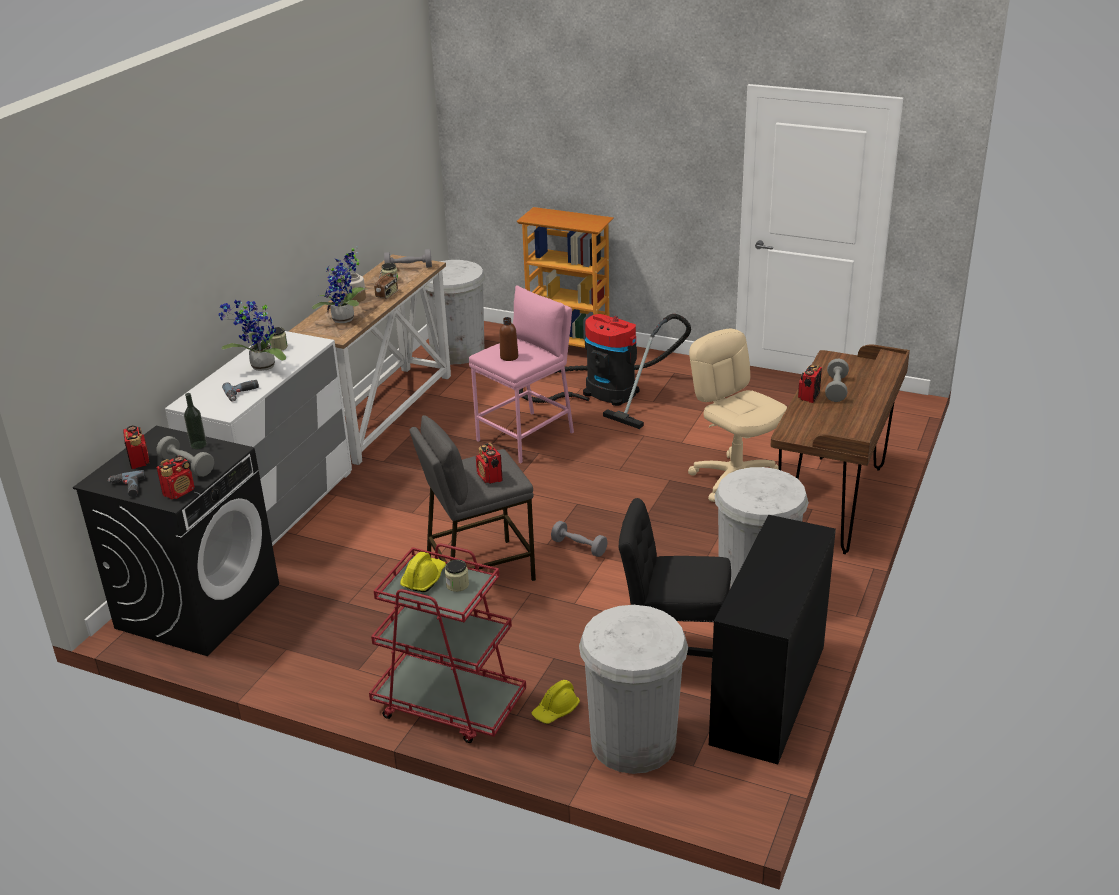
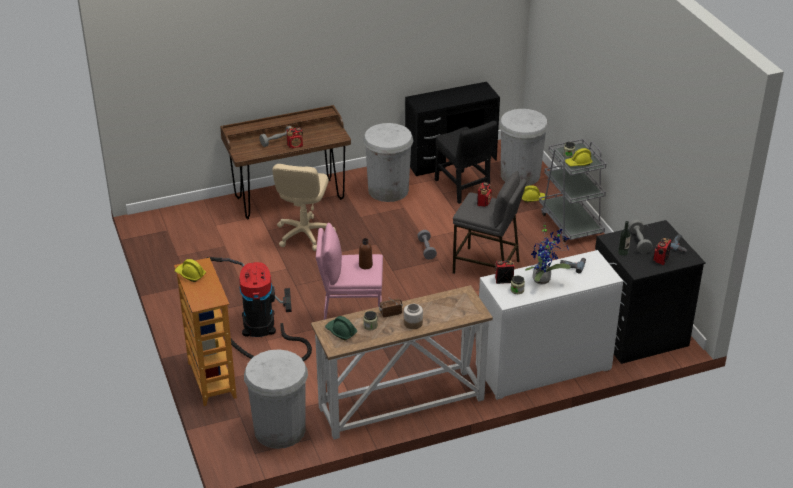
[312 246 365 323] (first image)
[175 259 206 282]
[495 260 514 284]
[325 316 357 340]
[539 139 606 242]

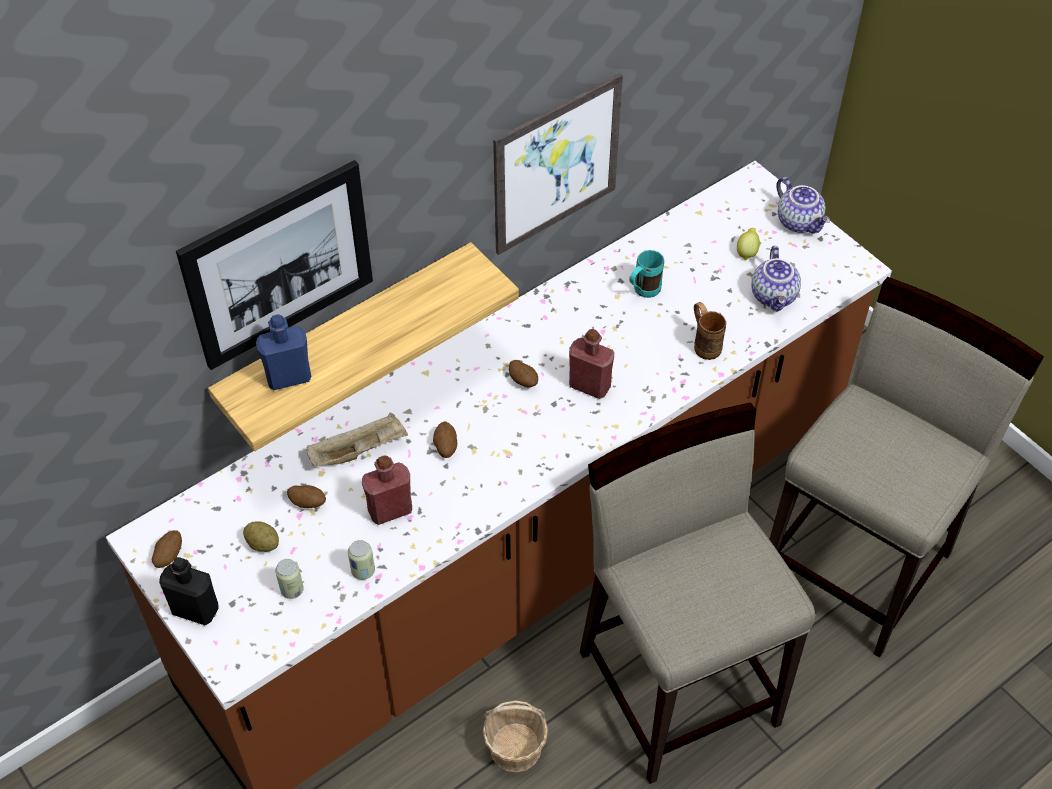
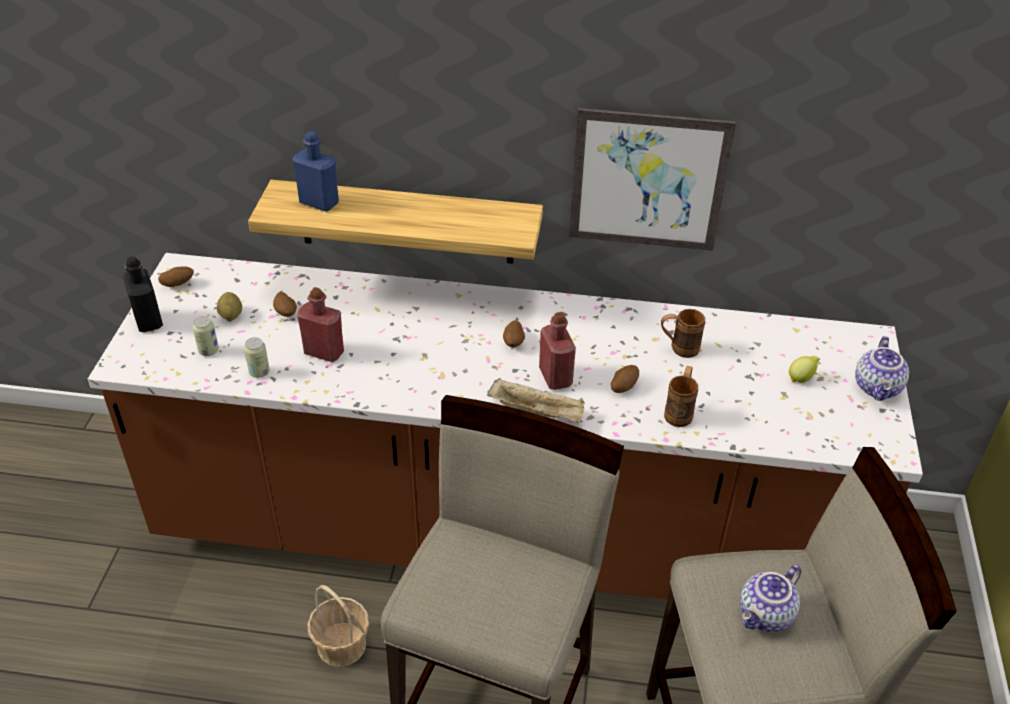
[176 160 373 370] (first image)
[487 378 585 423]
[611 365 639 393]
[740 564 801 632]
[661 309 705 358]

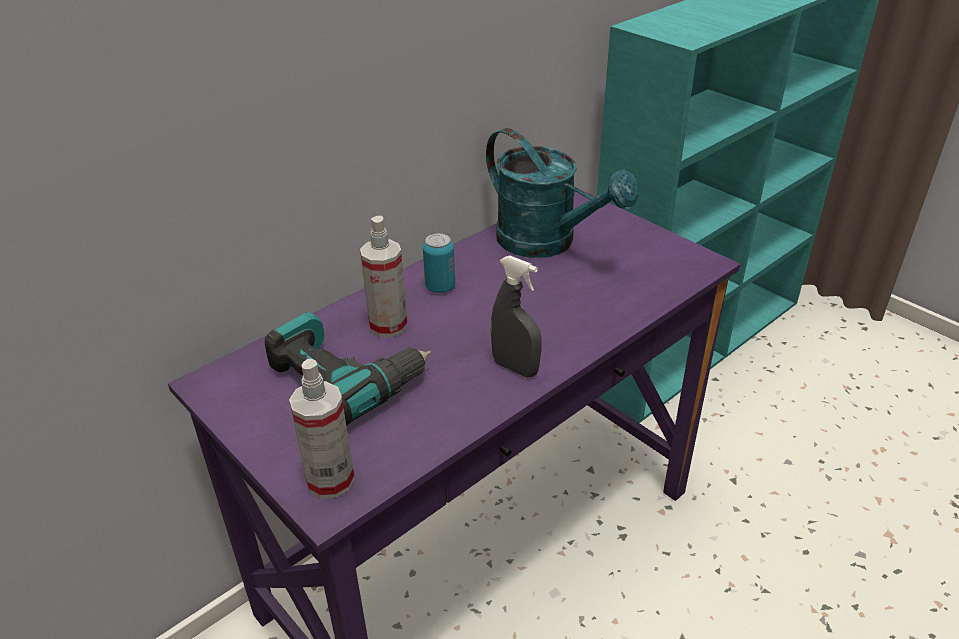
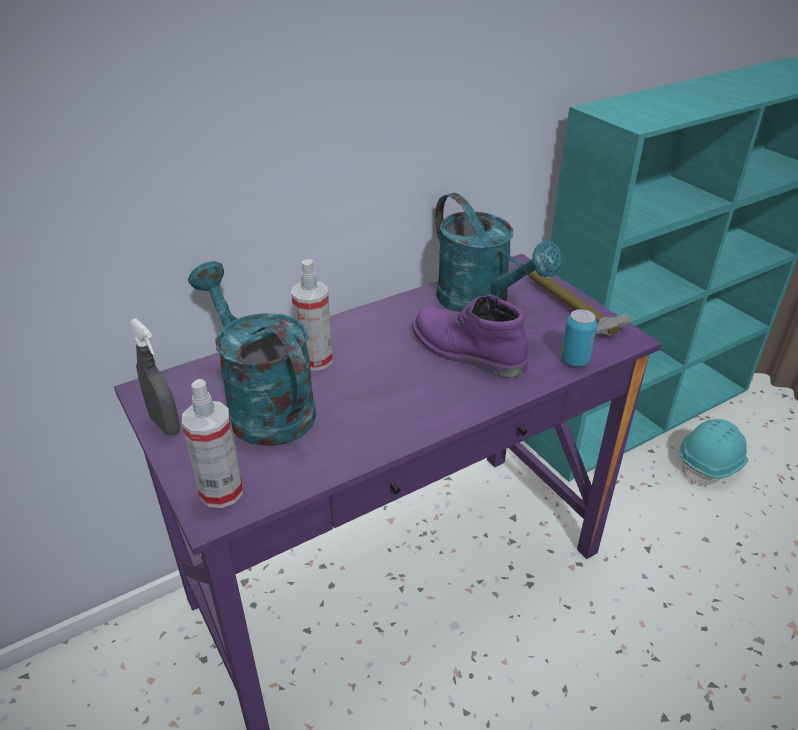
[412 295 528 377]
[529 270 631 335]
[680 419 748 485]
[561 309 597 367]
[129 318 180 436]
[188 261 316 446]

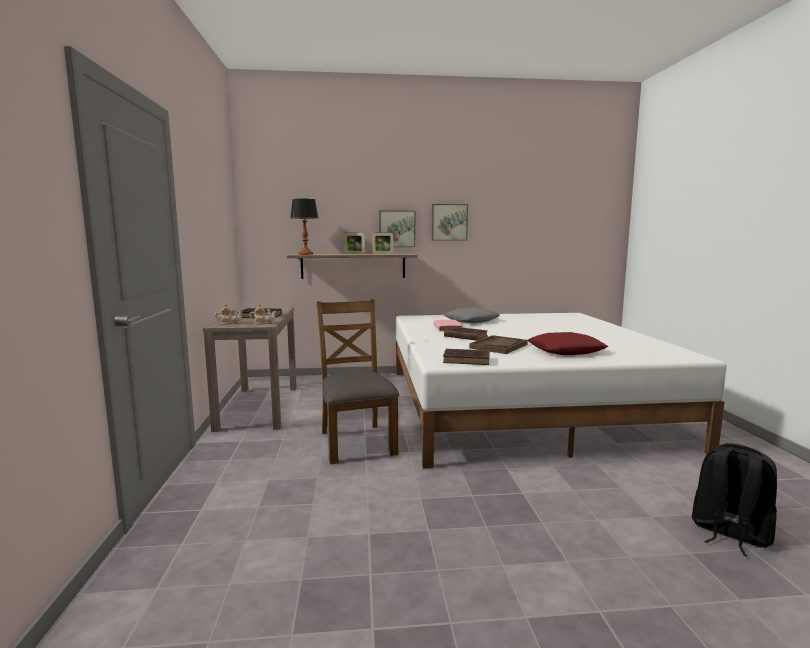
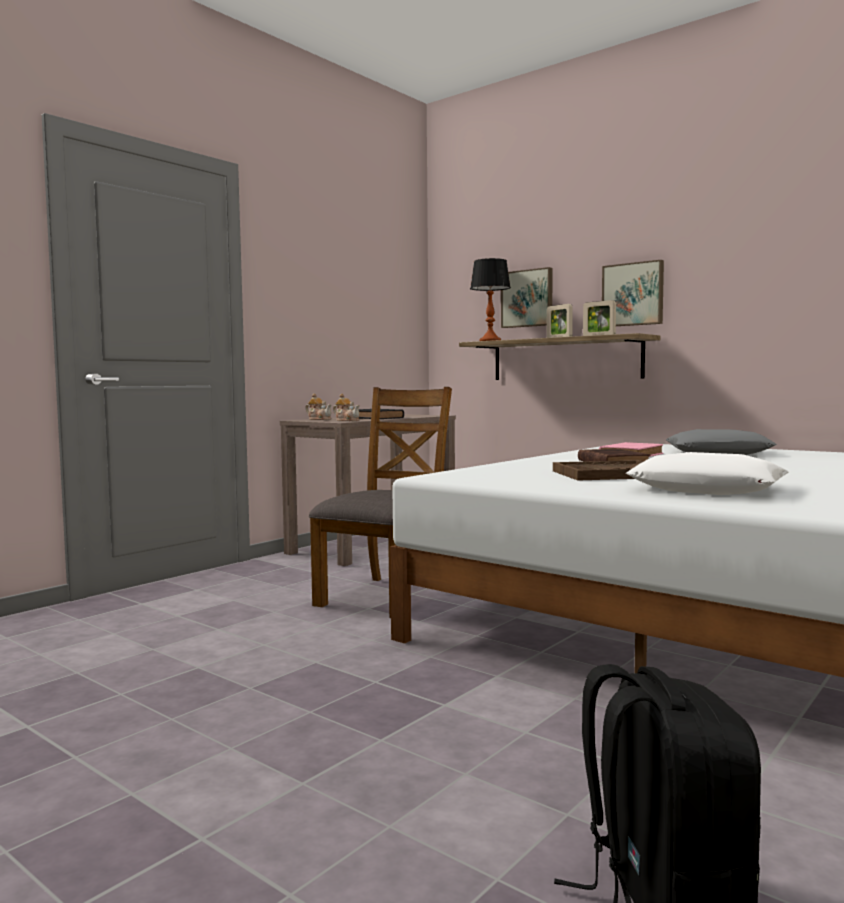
[443 349 490 365] (first image)
[501 267 553 328]
[626 452 789 495]

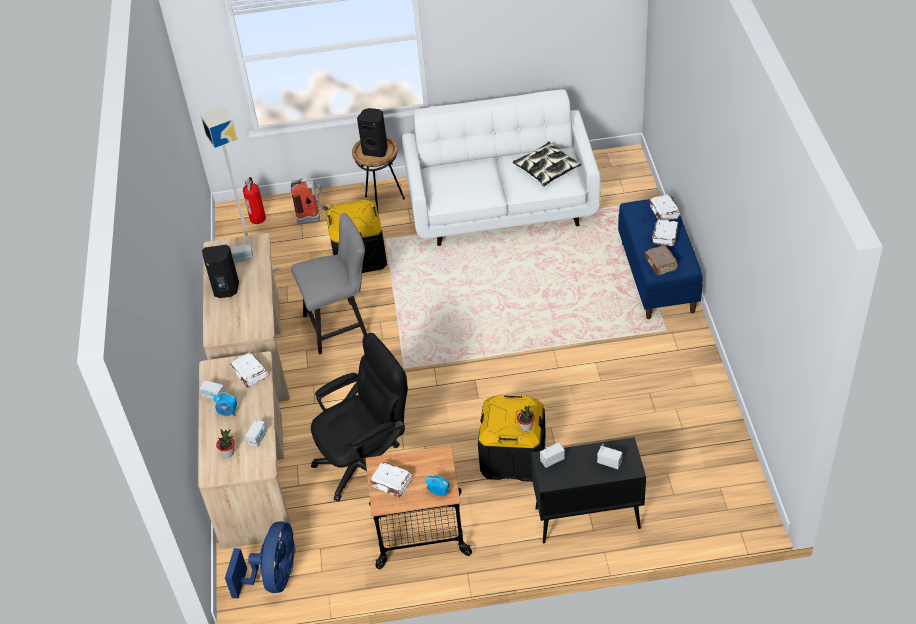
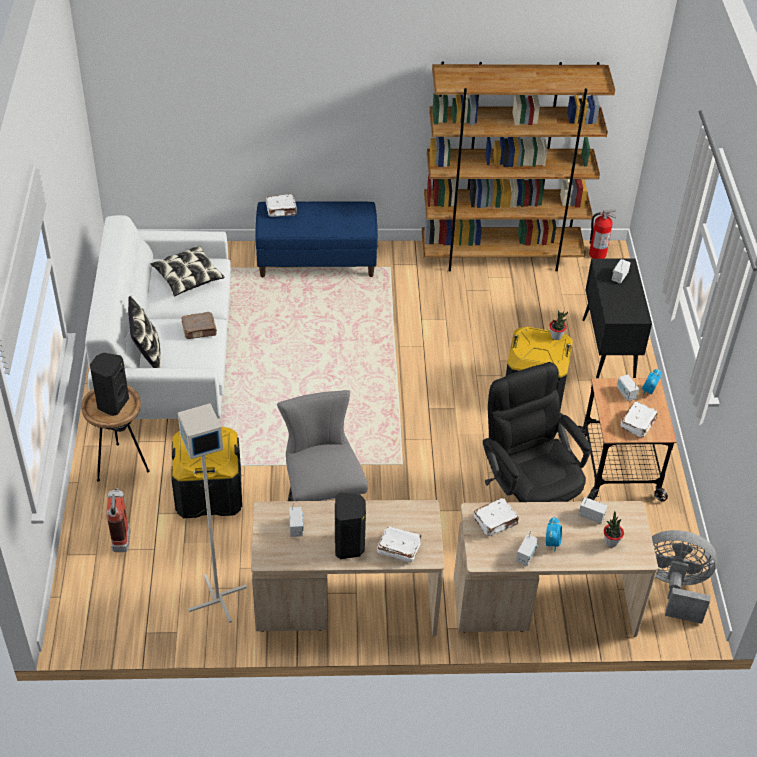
[128 296 161 368]
[422 61 615 272]
[589 209 616 259]
[617 375 639 402]
[181 312 217 339]
[377 526 422 563]
[652 530 717 624]

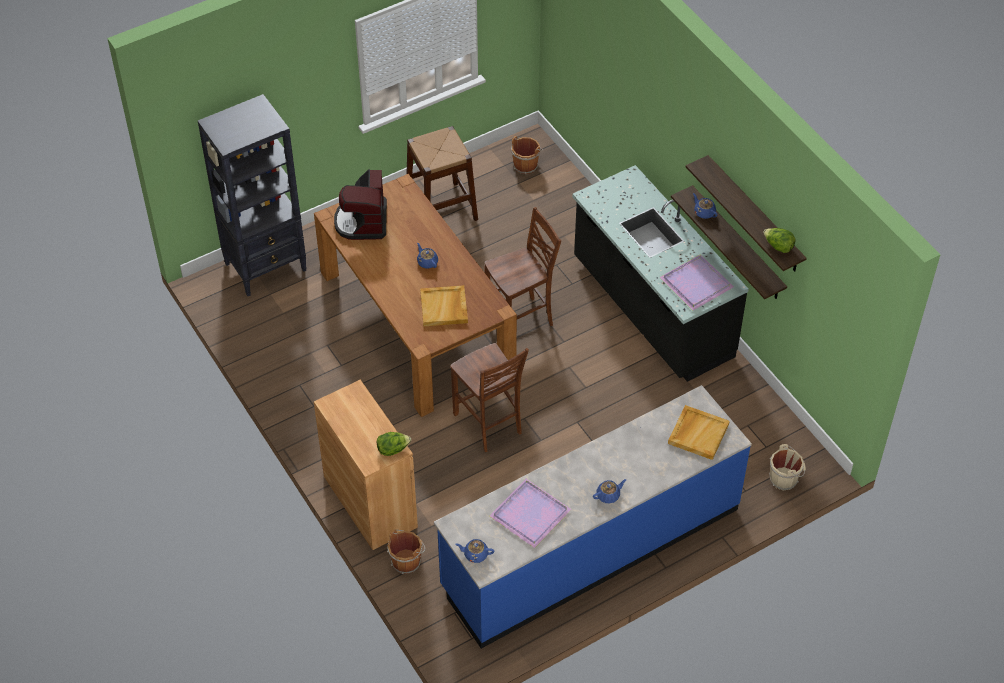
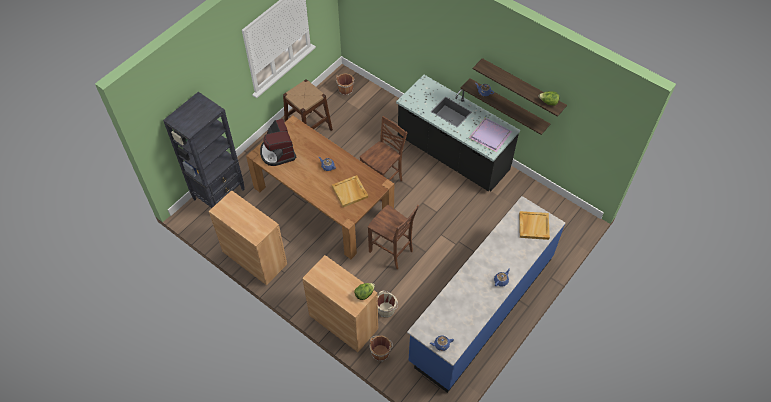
[489 479 572 548] (first image)
[209 190 287 285]
[378 291 398 318]

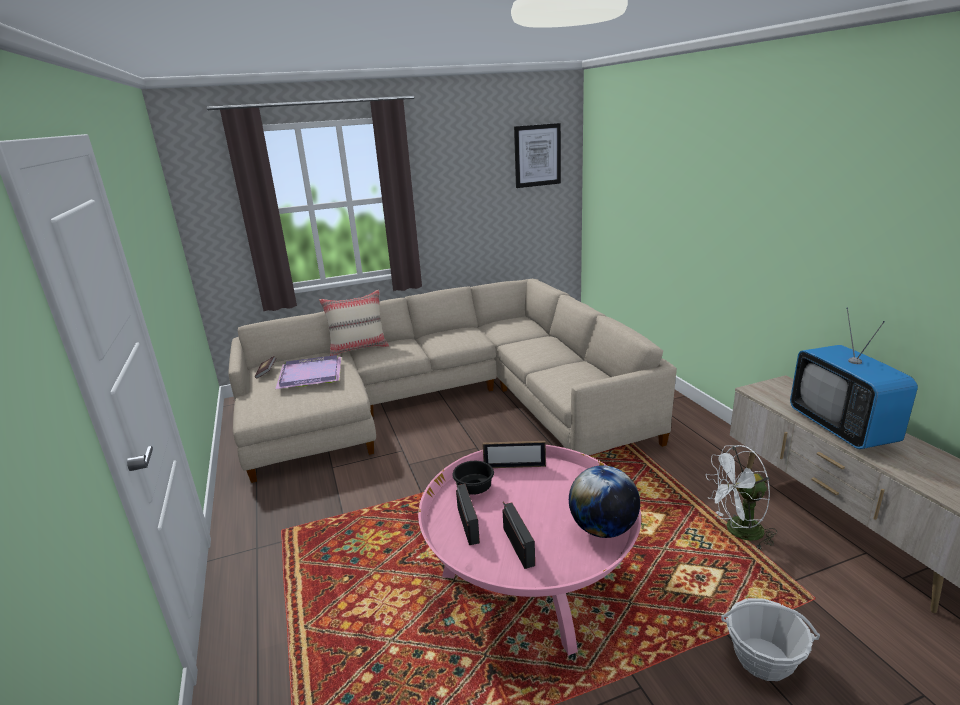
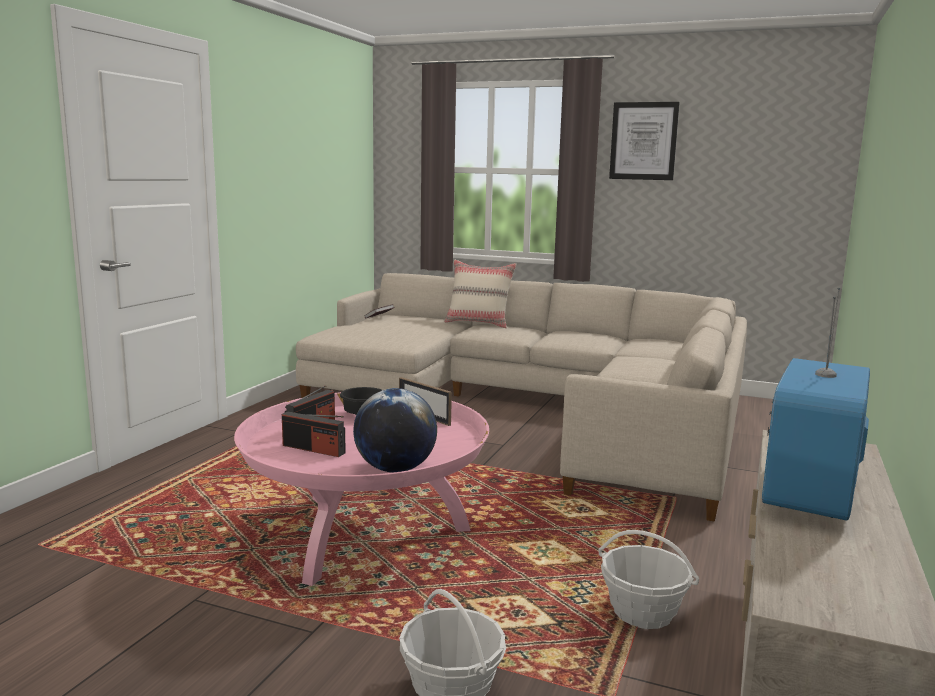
[276 355 341 389] (first image)
[609 102 680 180]
[599 530 699 629]
[282 411 346 457]

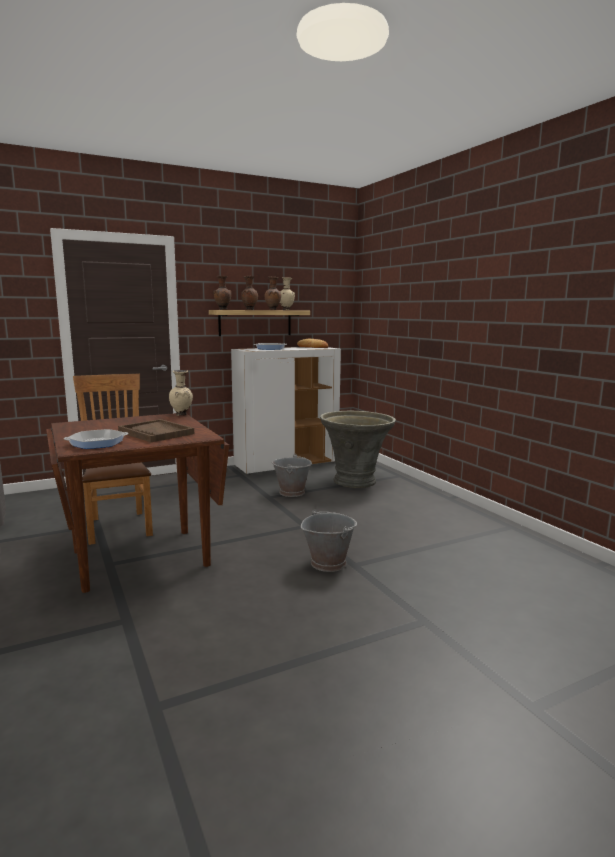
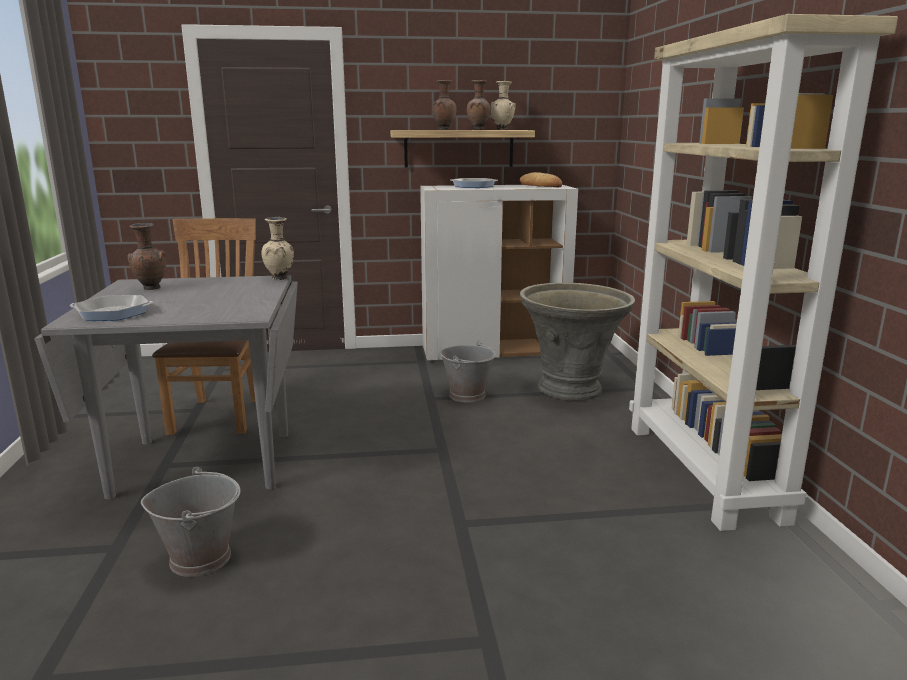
[118 419 194 442] (first image)
[629 14 898 531]
[127 223 166 290]
[141 467 241 577]
[34 275 298 499]

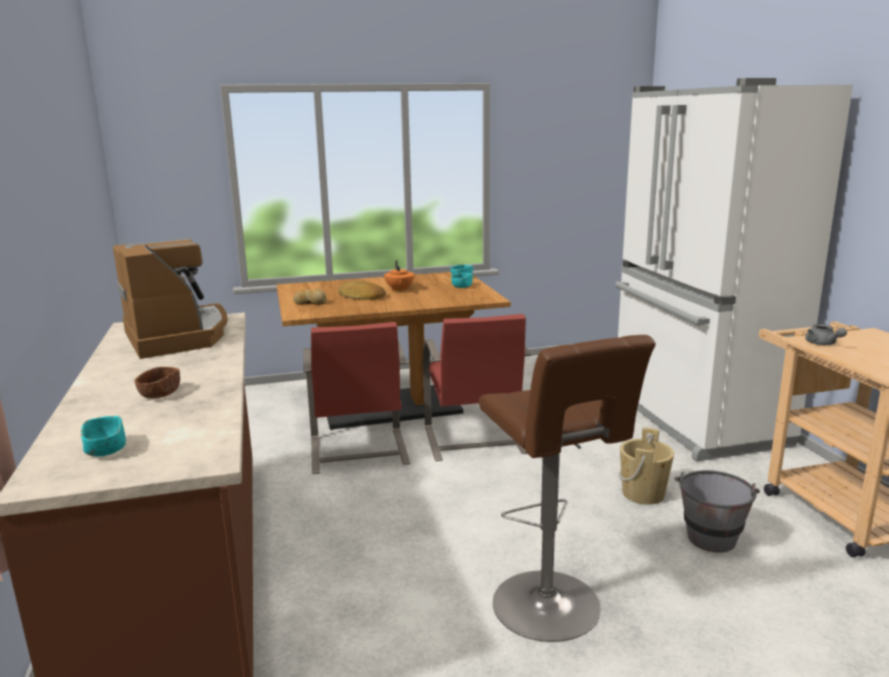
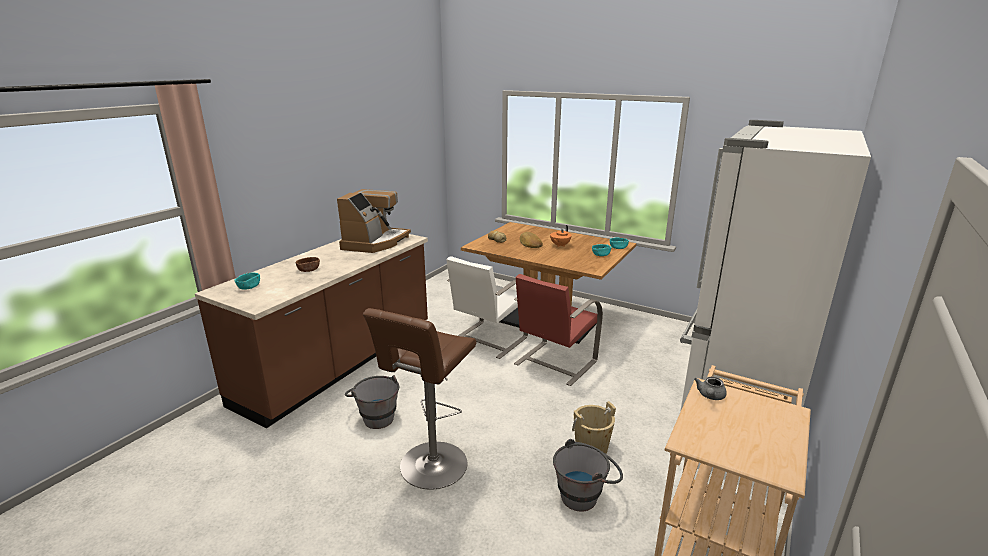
[345 375 399 429]
[446 256 528 359]

